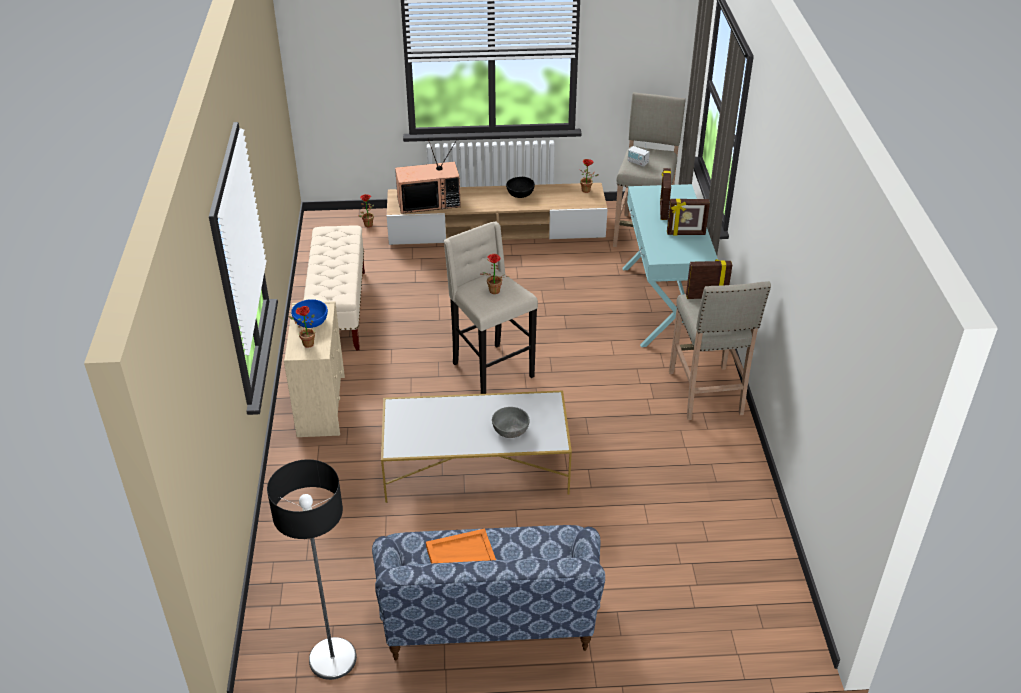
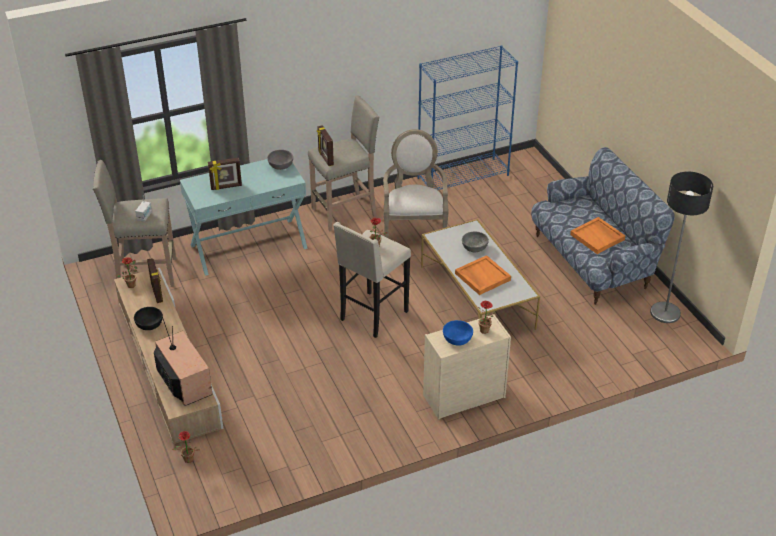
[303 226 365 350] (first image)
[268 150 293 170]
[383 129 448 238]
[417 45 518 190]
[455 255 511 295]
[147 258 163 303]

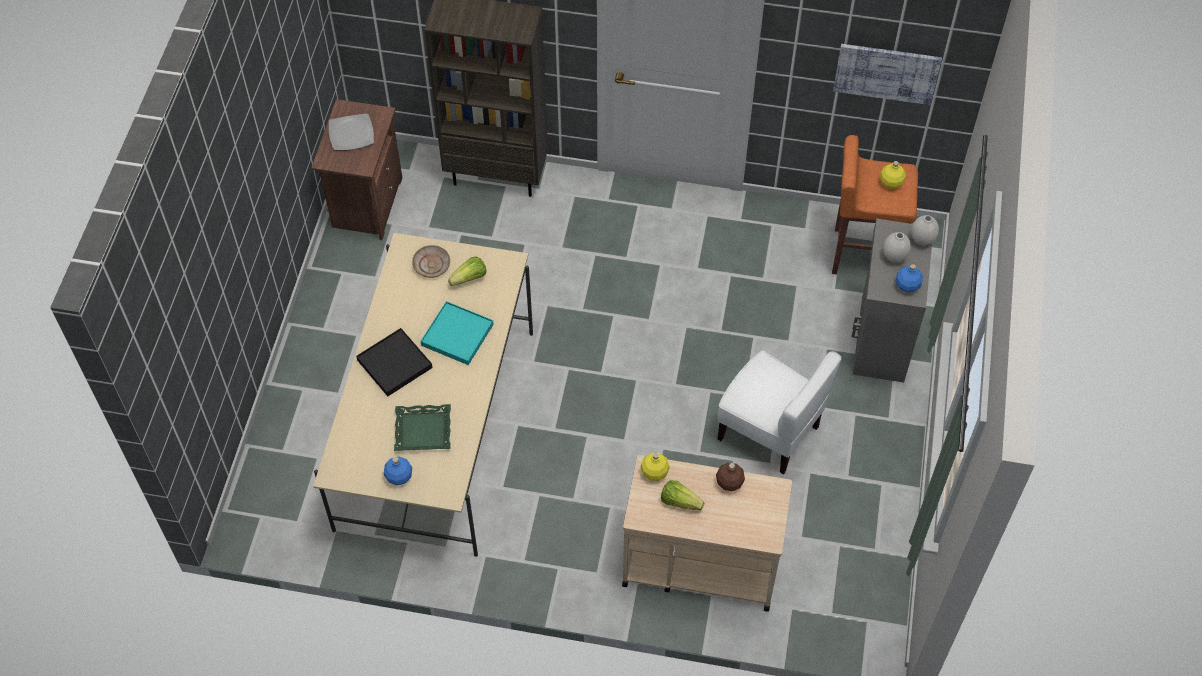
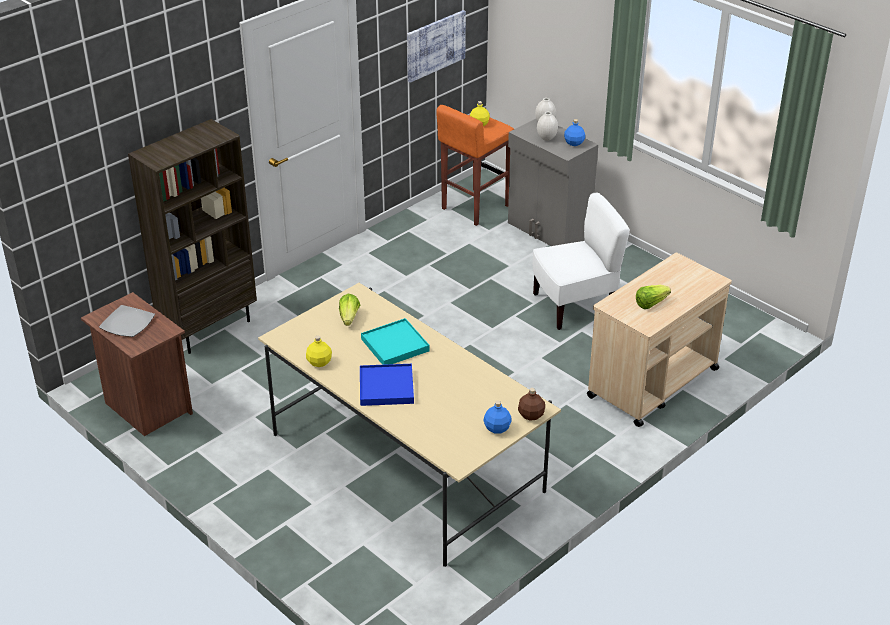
[394 404 451 451] (first image)
[412 245 450 278] (first image)
[306 336 332 367]
[518 388 545 421]
[360 364 414 406]

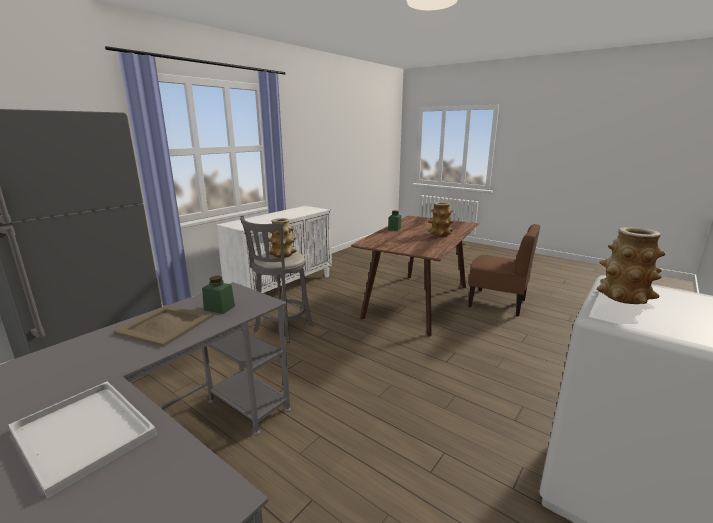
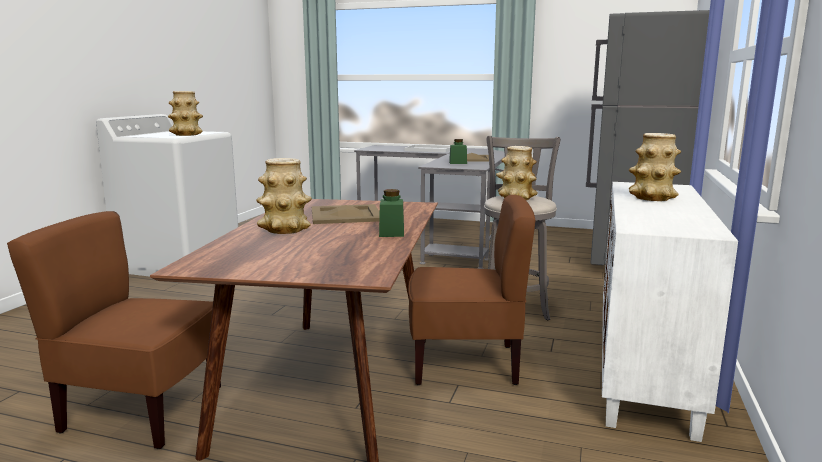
[312 204 380 224]
[408 195 535 385]
[629 133 681 201]

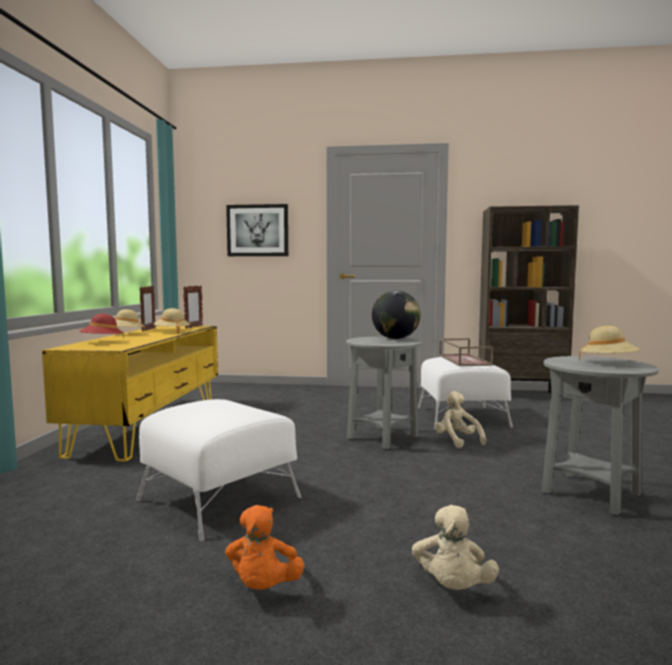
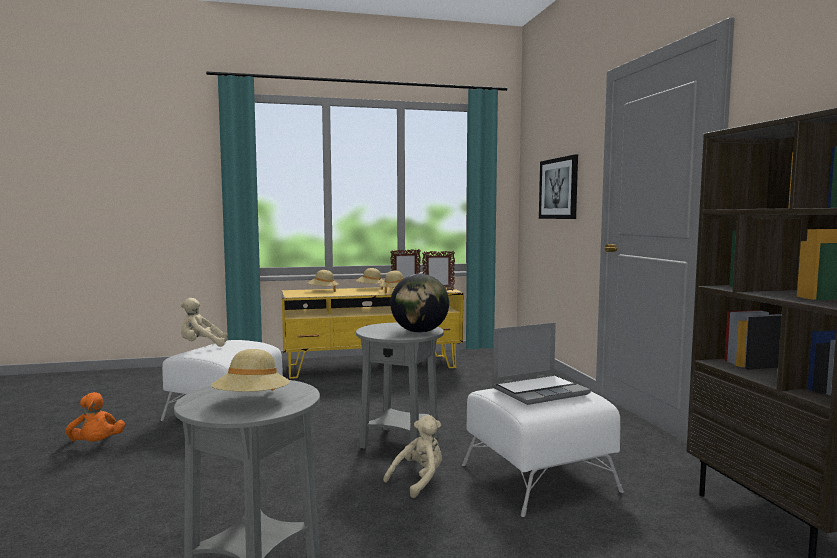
[181 298 228 347]
[492 323 591 405]
[308 270 339 292]
[66 392 125 442]

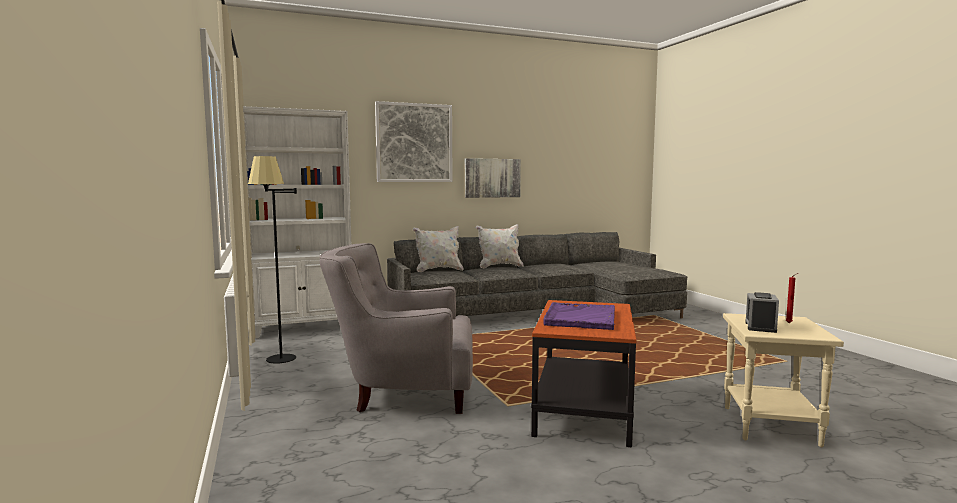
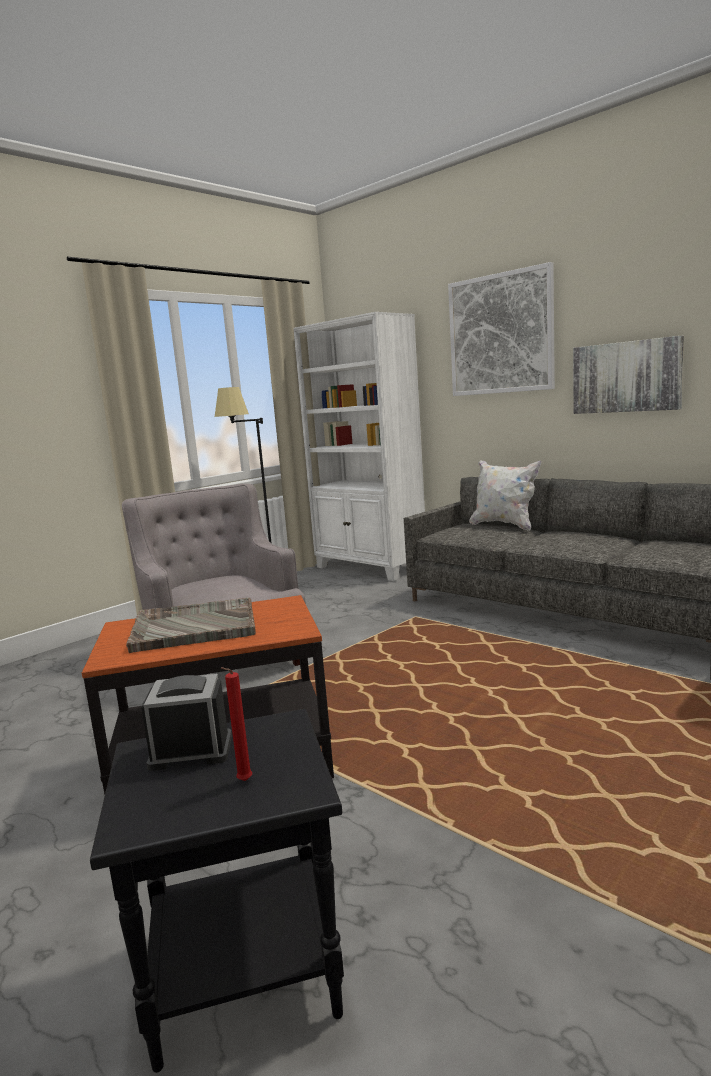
[476 224 524 268] (first image)
[126 598 256 653]
[90 709 344 1073]

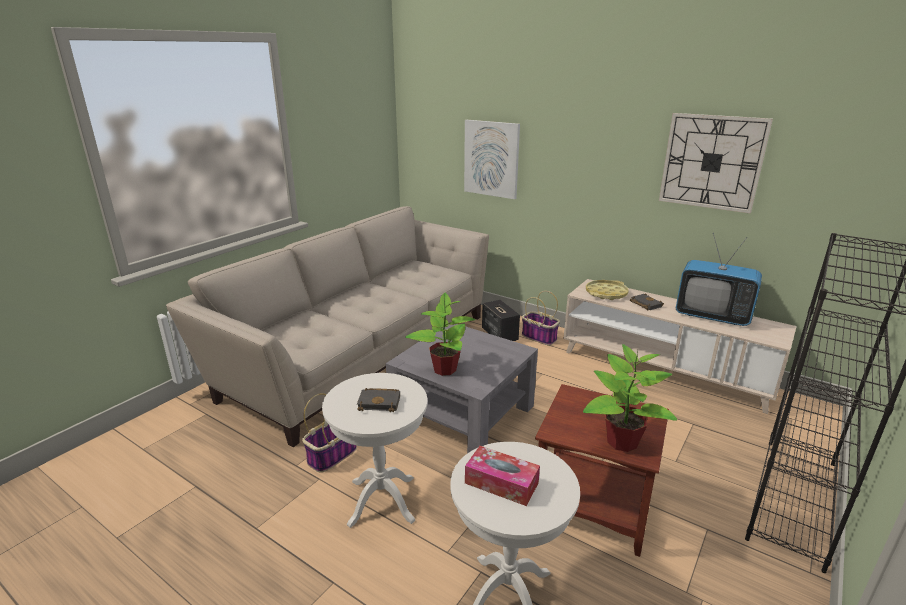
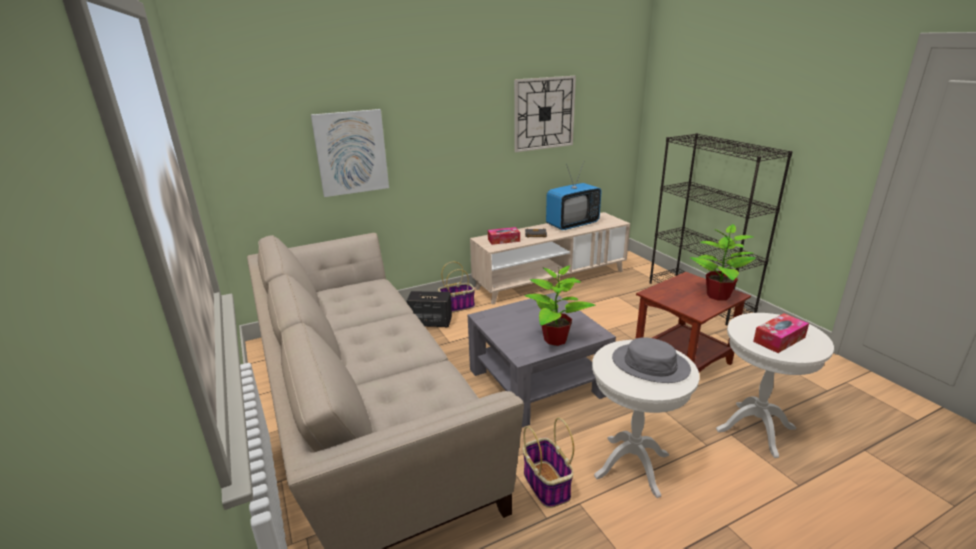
[612 337 691 383]
[488 227 520 245]

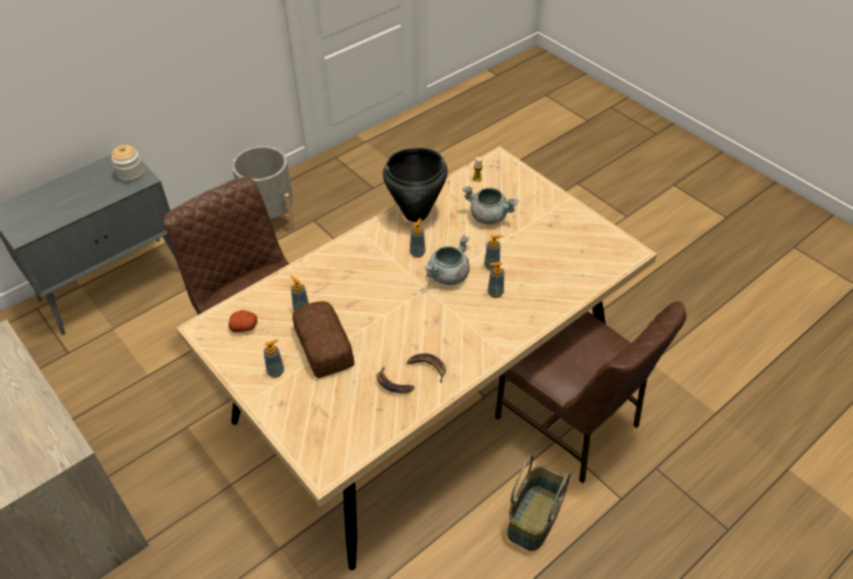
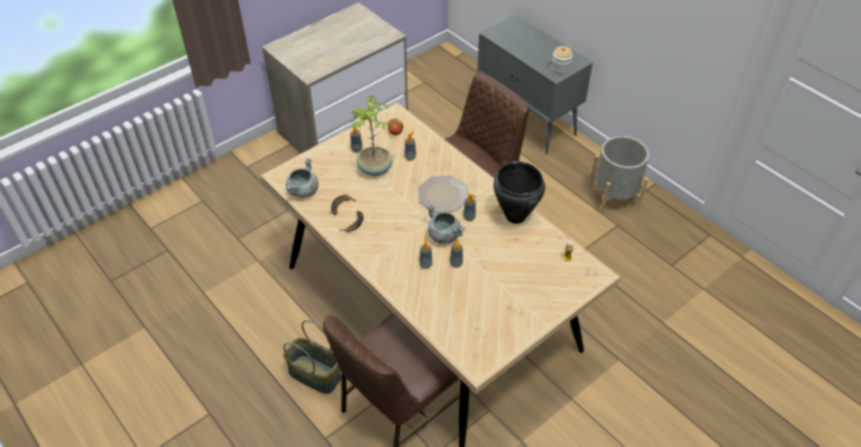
[418 176 469 212]
[286 158 318 198]
[351 95 403 176]

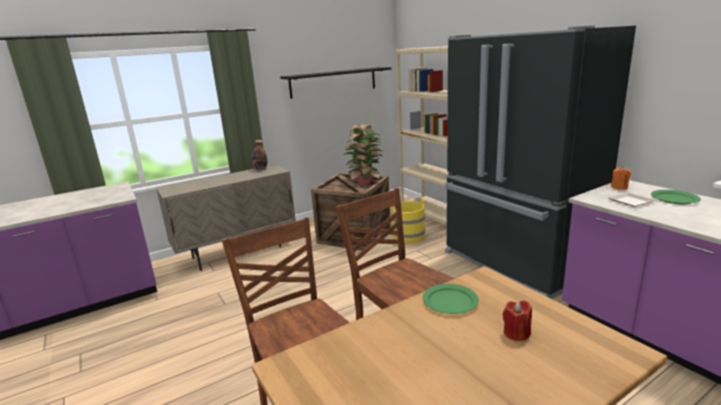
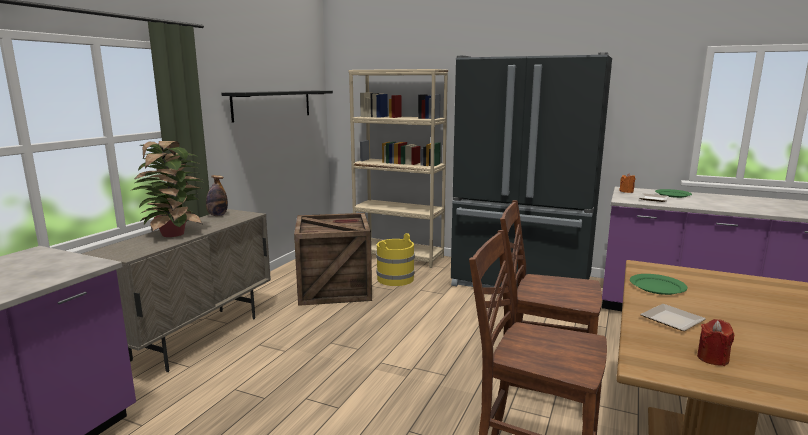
[640 304 706 331]
[132 141 205 237]
[697 319 734 366]

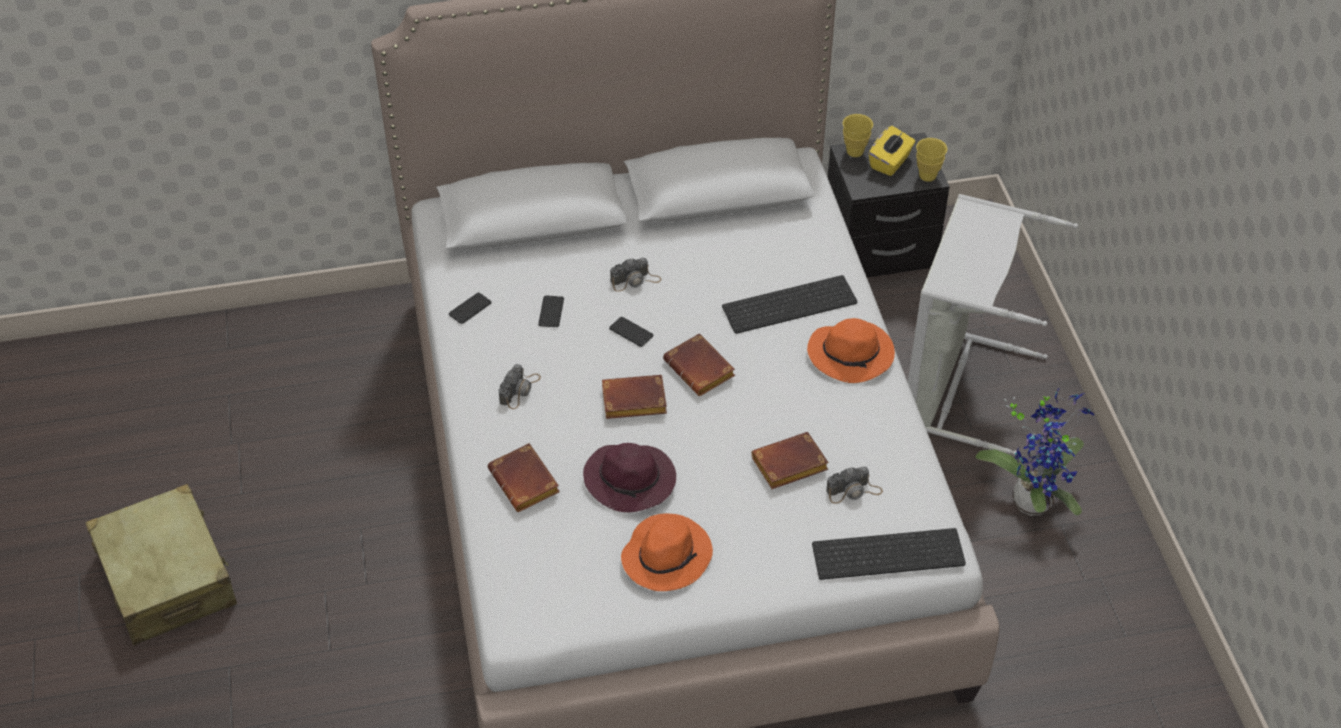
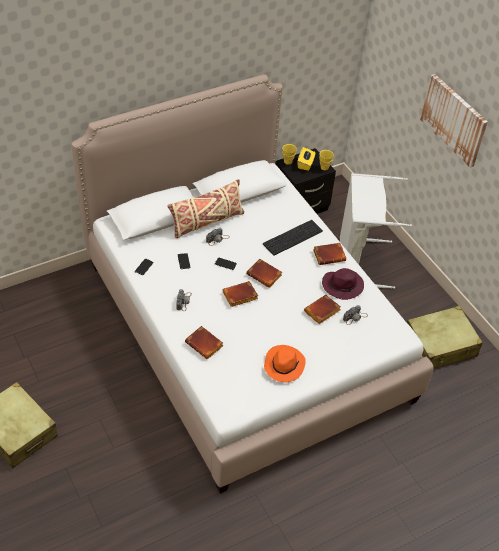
[812 528 966 580] (first image)
[976 387 1094 516] (first image)
[167 179 244 238]
[407 306 483 369]
[420 74 488 168]
[322 268 364 300]
[313 243 346 265]

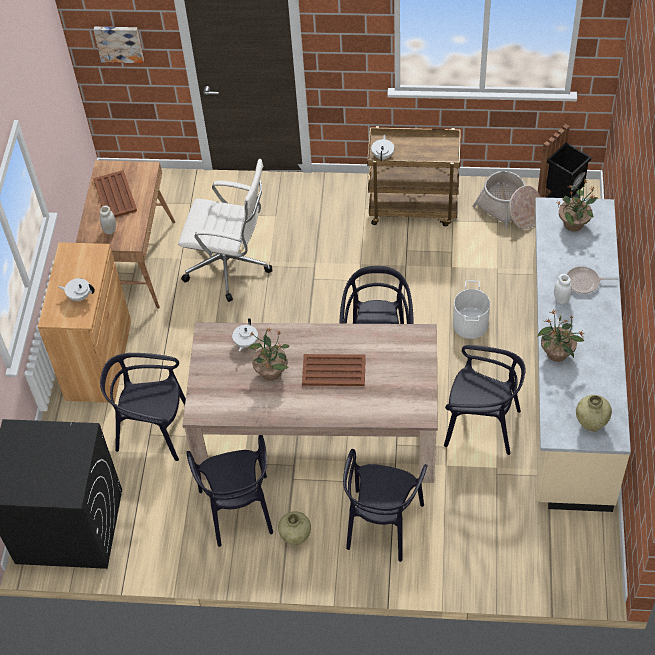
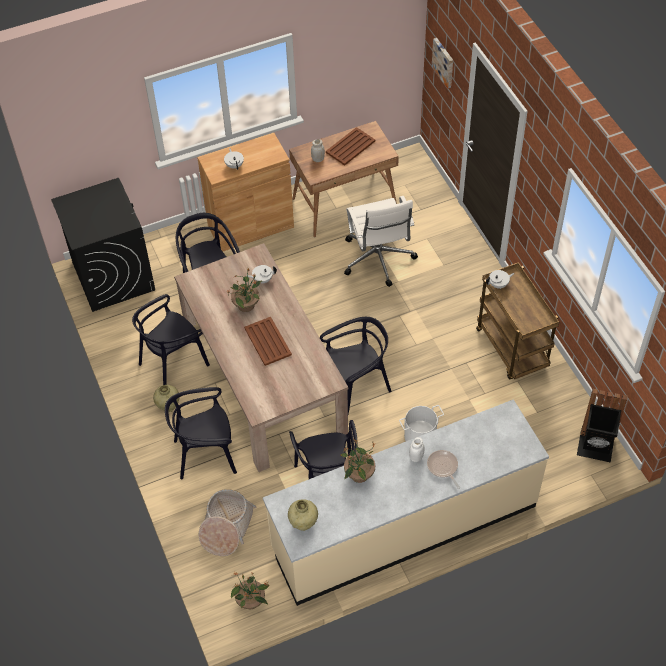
[199 489 256 556]
[231 572 269 609]

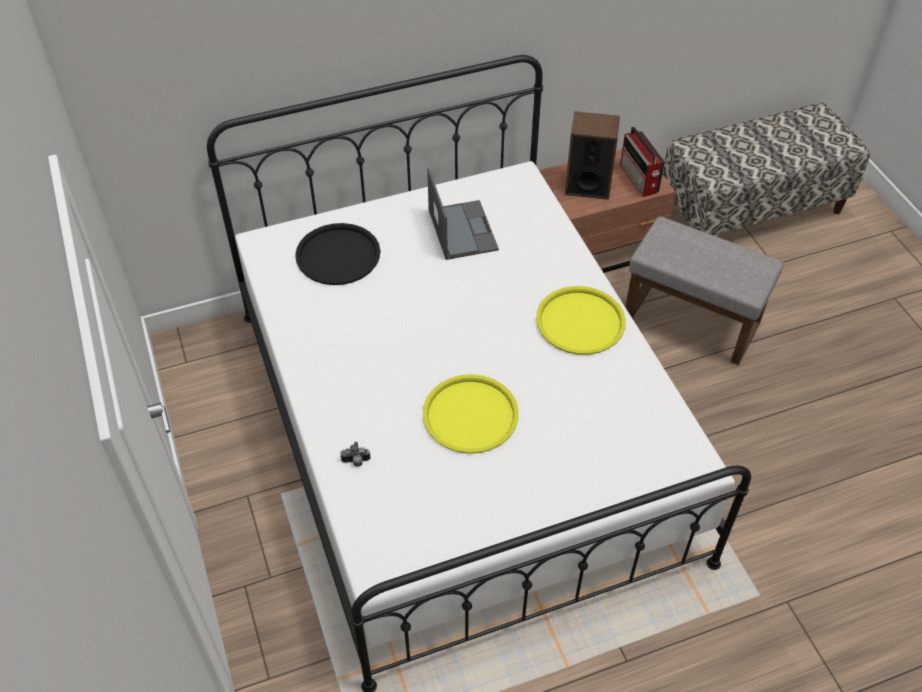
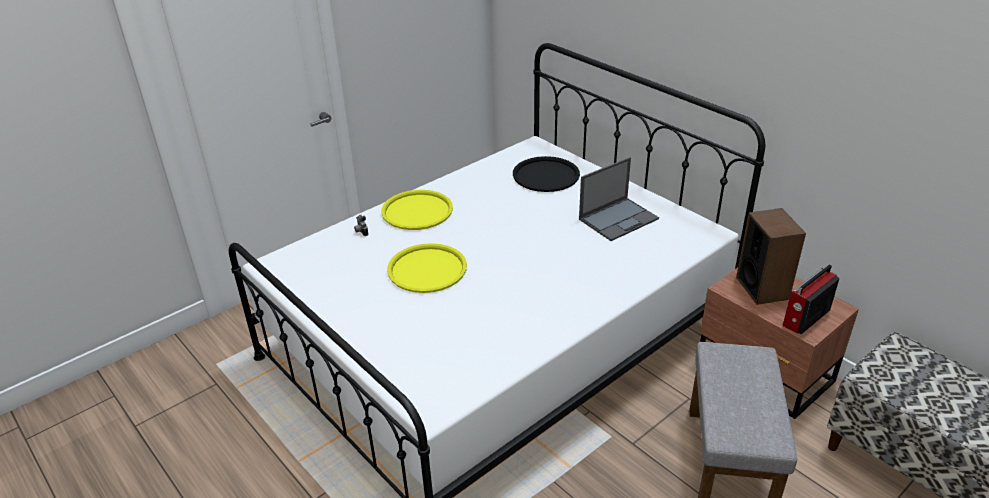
[381 190 453 230]

